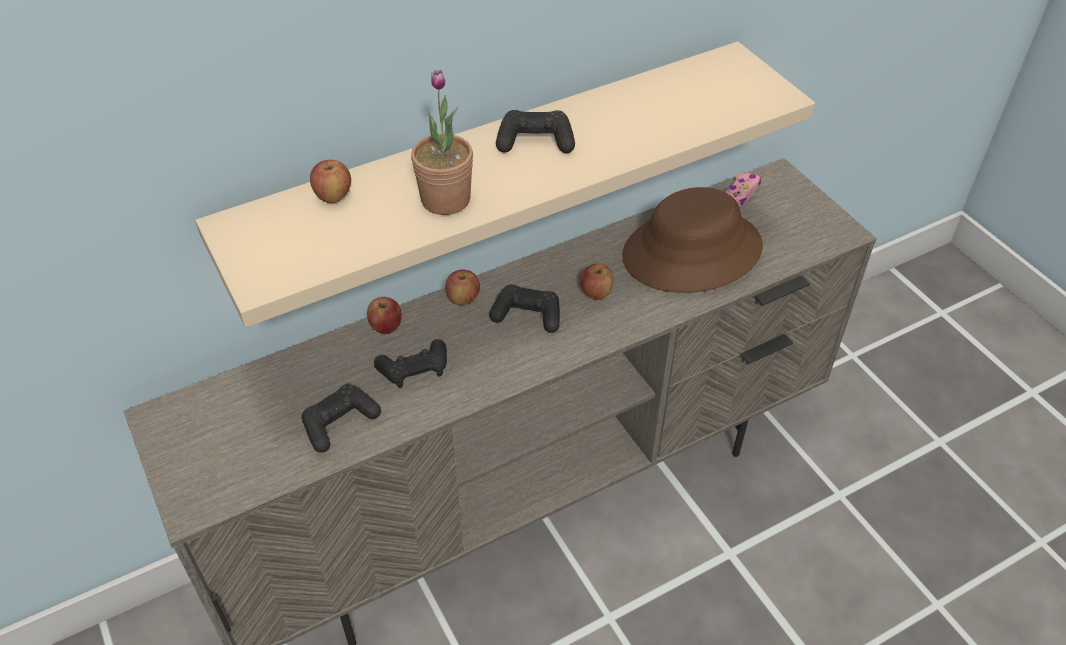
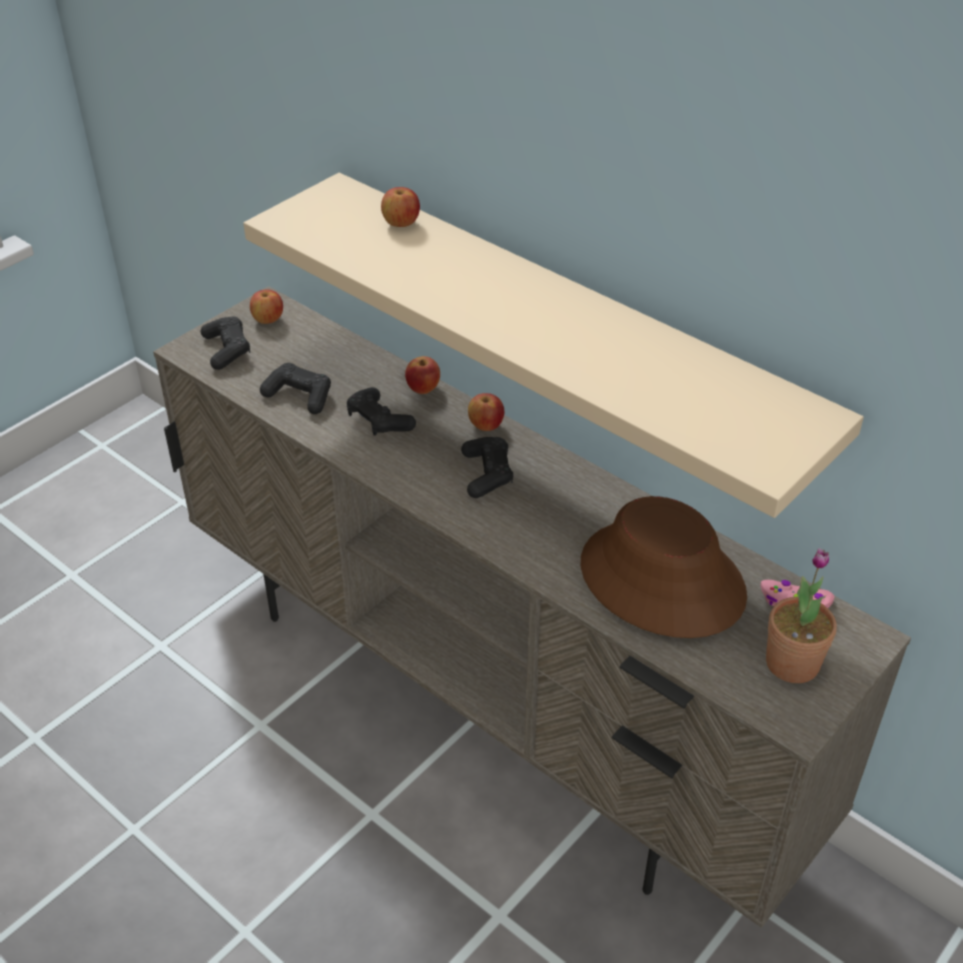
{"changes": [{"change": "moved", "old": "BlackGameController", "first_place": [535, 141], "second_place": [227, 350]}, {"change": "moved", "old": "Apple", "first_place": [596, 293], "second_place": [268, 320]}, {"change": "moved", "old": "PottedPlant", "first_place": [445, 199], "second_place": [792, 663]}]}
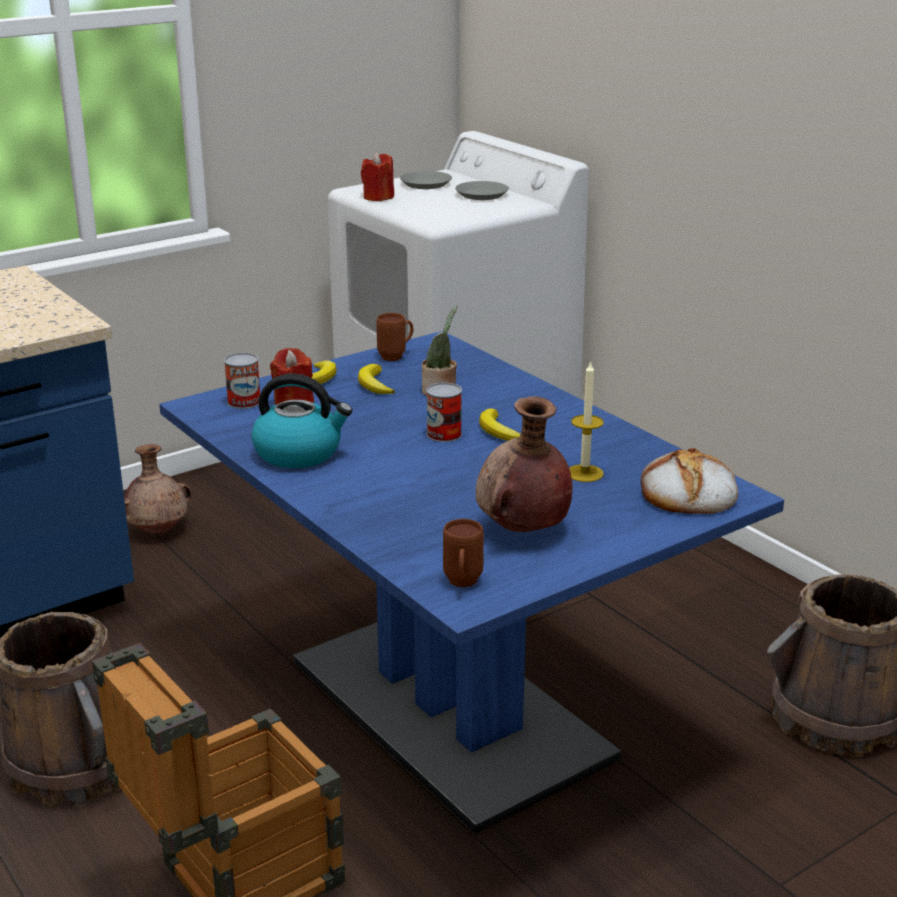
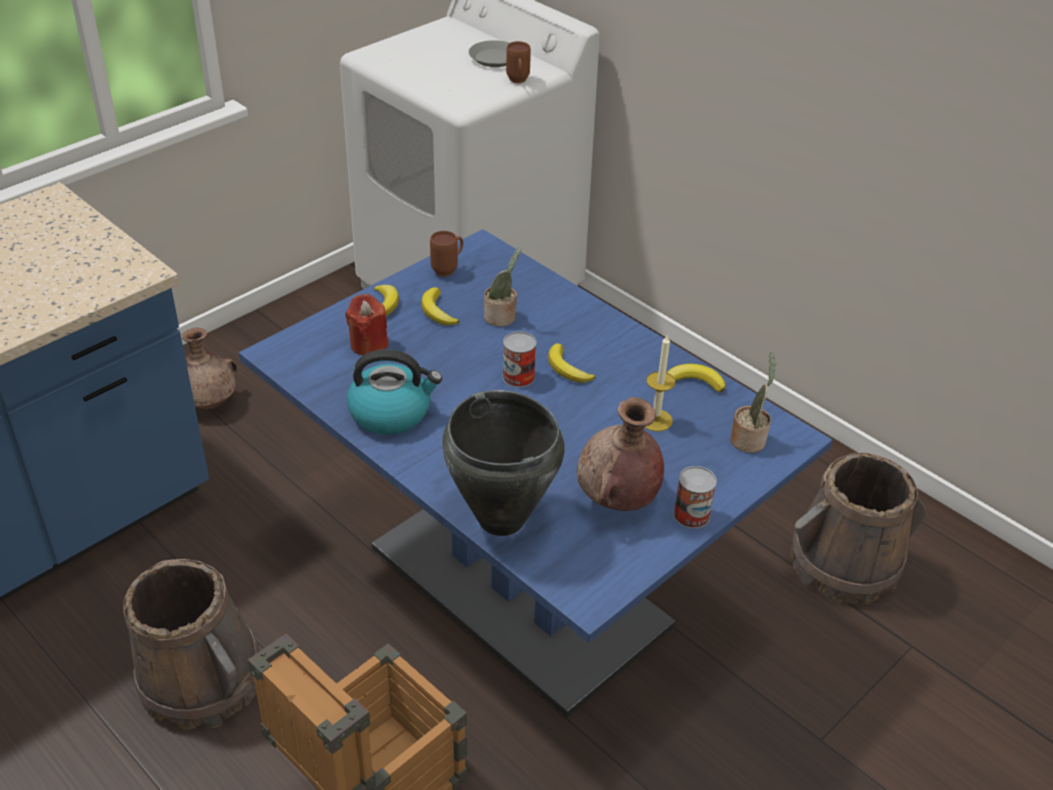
{"changes": [{"change": "added", "new": "BlackCookingPot", "second_place": [501, 520]}, {"change": "moved", "old": "BrownMug", "first_place": [462, 585], "second_place": [518, 82]}, {"change": "added", "new": "Banana", "second_place": [694, 382]}, {"change": "moved", "old": "Can", "first_place": [244, 402], "second_place": [691, 515]}, {"change": "replaced", "old": "Bread", "new": "PottedPlant", "first_place": [687, 493], "second_place": [749, 439]}, {"change": "removed", "old": "RedCandle", "first_place": [378, 197]}, {"change": "removed", "old": "GreyPlate", "first_place": [425, 184]}]}
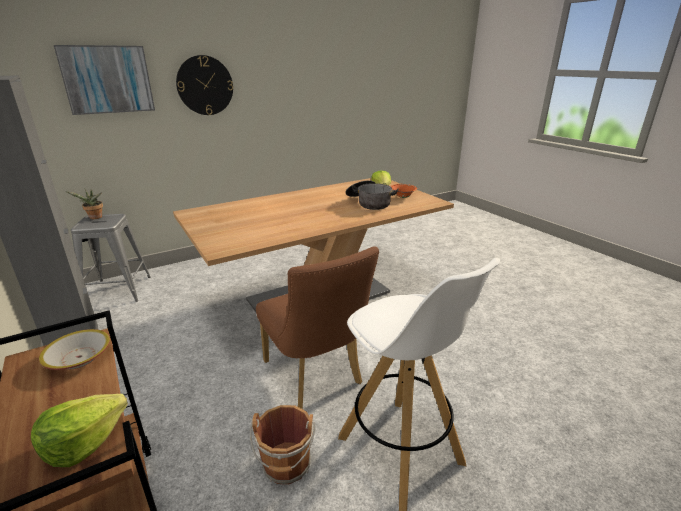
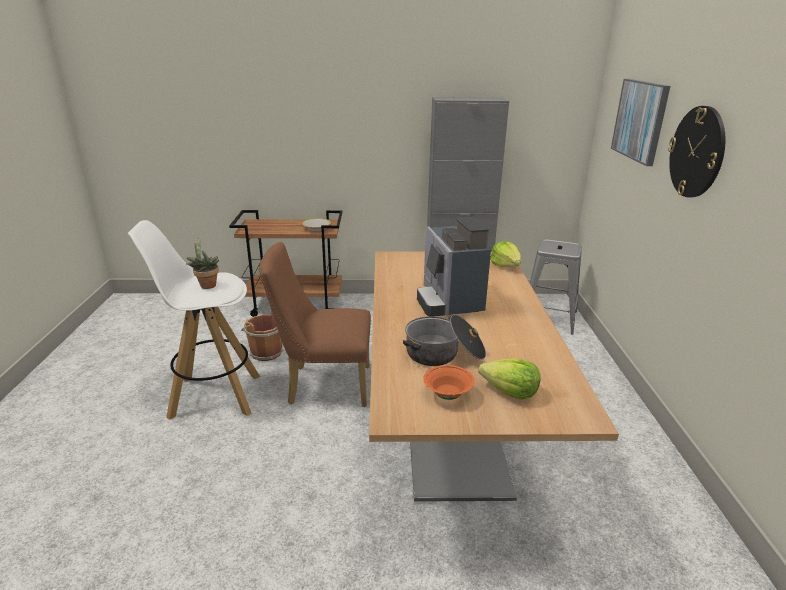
{"changes": [{"change": "moved", "old": "PottedPlant", "first_place": [94, 218], "second_place": [206, 285]}, {"change": "added", "new": "CoffeeMachine", "second_place": [449, 301]}, {"change": "moved", "old": "Lettuce", "first_place": [84, 442], "second_place": [505, 265]}]}
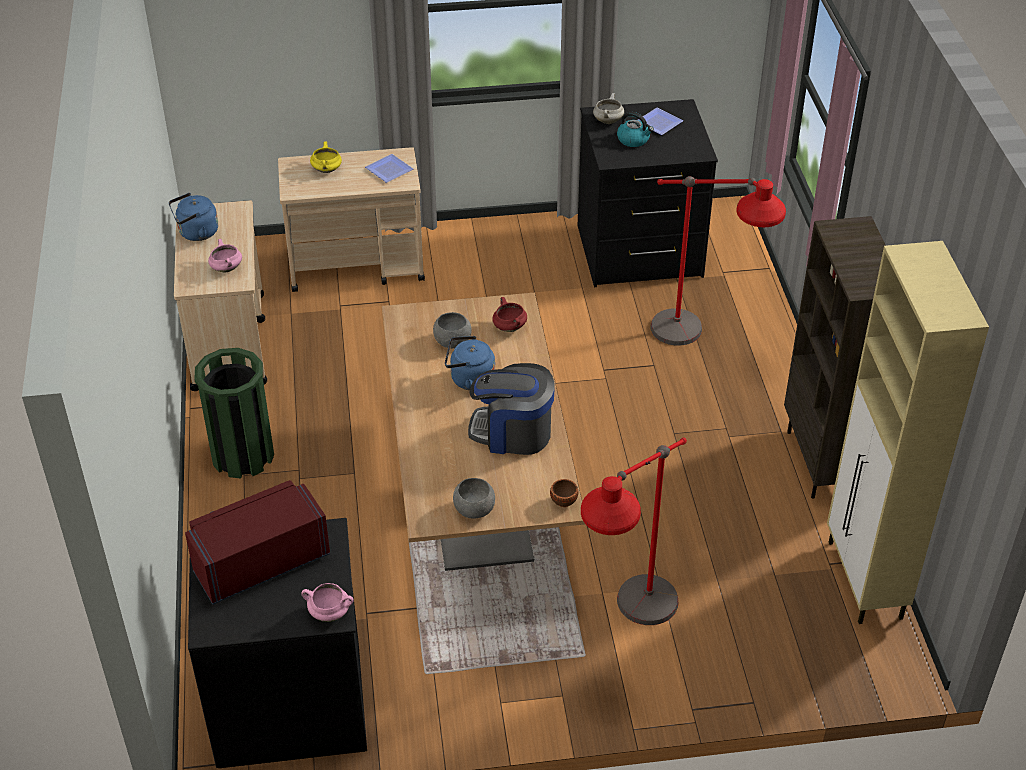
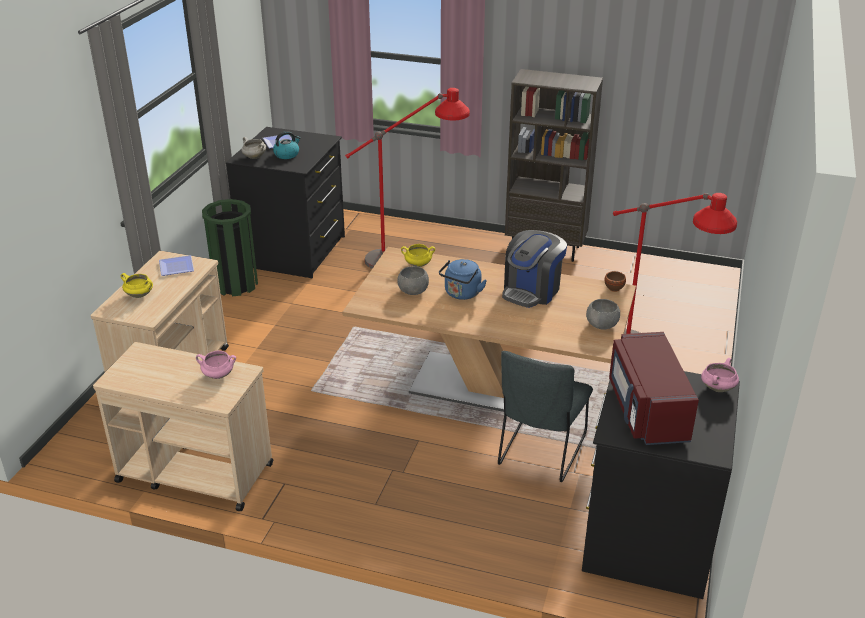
{"changes": [{"change": "moved", "old": "GreenTrashCan", "first_place": [242, 455], "second_place": [235, 284]}, {"change": "recoloured", "old": "RedCookingPot", "new": "YellowCookingPot", "first_place": [509, 327], "second_place": [417, 265]}, {"change": "added", "new": "GreyChair", "second_place": [540, 452]}, {"change": "removed", "old": "BlueKettle", "first_place": [196, 233]}, {"change": "removed", "old": "BeigeCabinet", "first_place": [864, 581]}]}
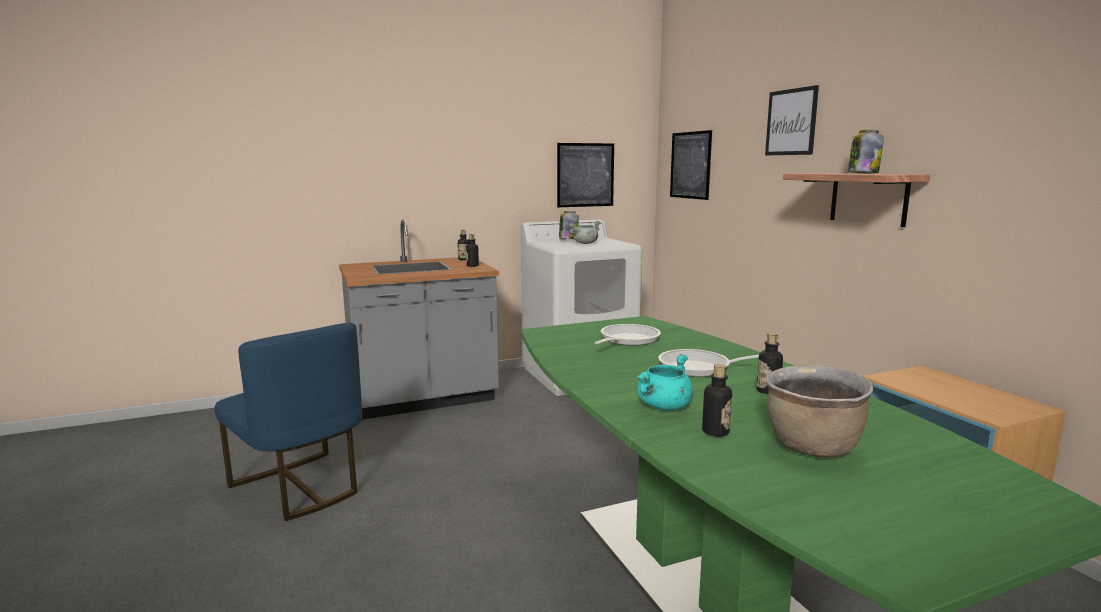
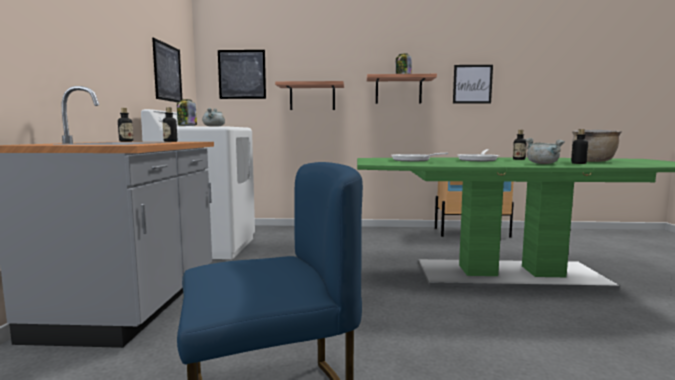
{"changes": [{"change": "added", "new": "Shelf", "second_place": [312, 97]}, {"change": "moved", "old": "Picture", "first_place": [791, 122], "second_place": [472, 84]}, {"change": "recoloured", "old": "TurquoiseCookingPot", "new": "GreyCookingPot", "first_place": [664, 406], "second_place": [543, 164]}]}
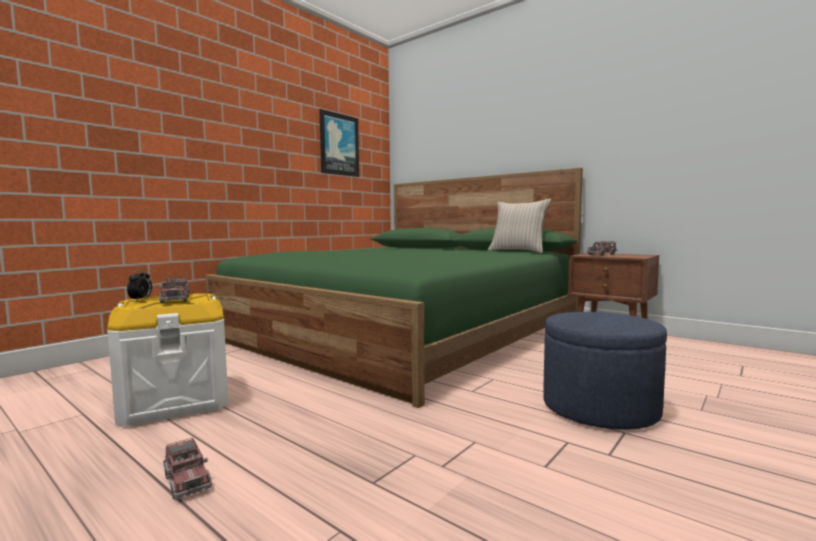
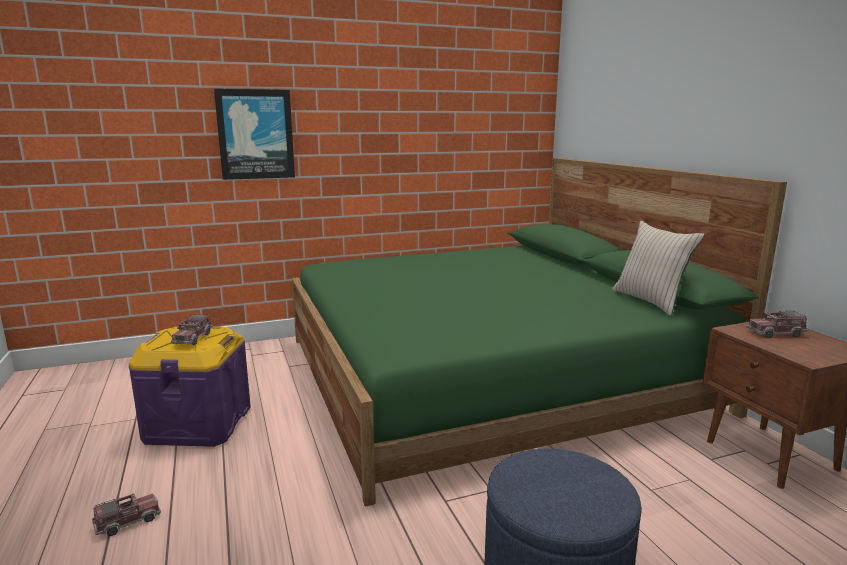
{"changes": [{"change": "turned", "old": "ToyTruck", "first_place": [187, 480], "second_place": [127, 521], "degrees": -120}, {"change": "recoloured", "old": "WhiteStorageBox", "new": "PurpleStorageBox", "first_place": [175, 401], "second_place": [198, 424]}, {"change": "moved", "old": "Picture", "first_place": [339, 144], "second_place": [255, 134]}, {"change": "removed", "old": "AlarmClock", "first_place": [141, 300]}]}
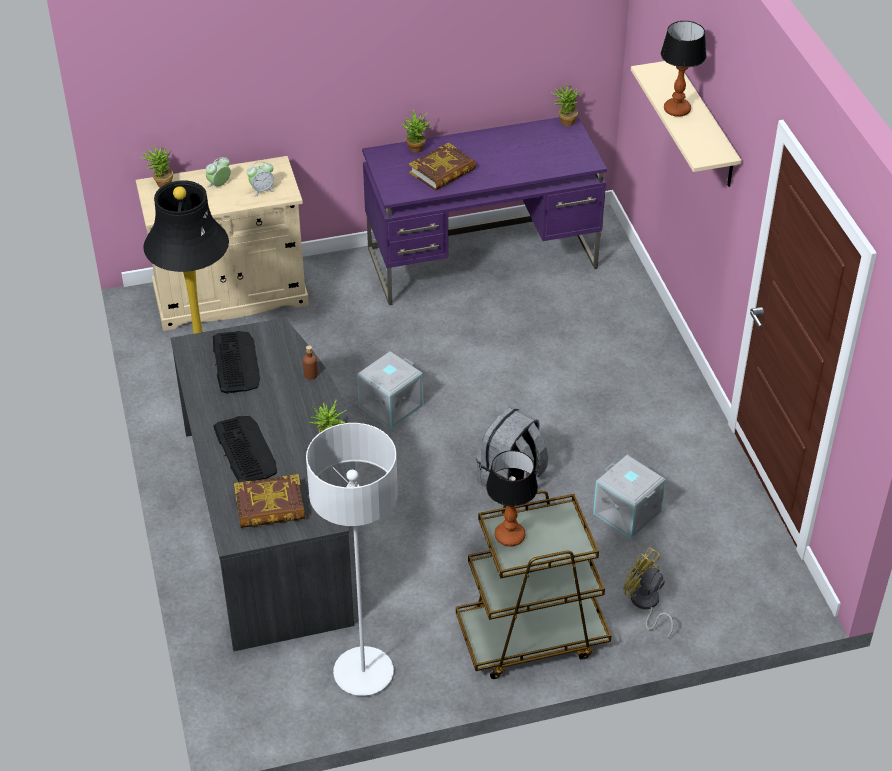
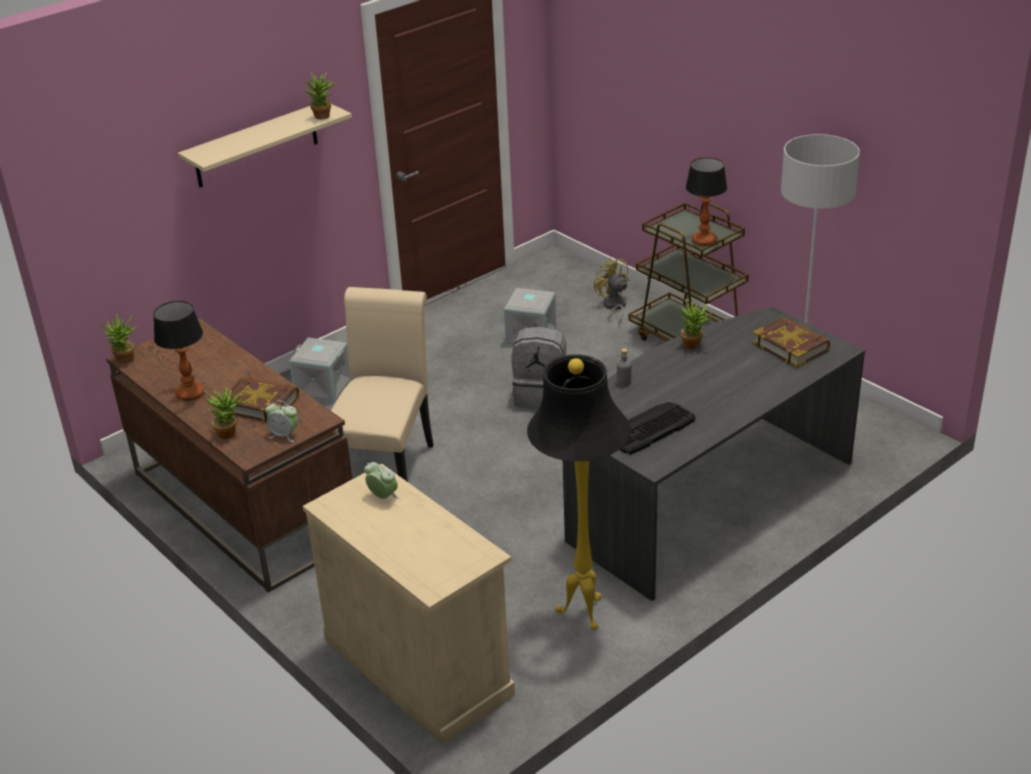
{"changes": [{"change": "recoloured", "old": "PurpleDesk", "new": "BrownDesk", "first_place": [483, 258], "second_place": [243, 506]}, {"change": "moved", "old": "TableLamp", "first_place": [677, 110], "second_place": [191, 393]}, {"change": "moved", "old": "AlarmClock", "first_place": [219, 185], "second_place": [284, 435]}, {"change": "moved", "old": "GreyStorageBox", "first_place": [390, 405], "second_place": [322, 388]}, {"change": "moved", "old": "PottedPlant", "first_place": [161, 184], "second_place": [323, 117]}, {"change": "added", "new": "BeigeChair", "second_place": [386, 465]}, {"change": "turned", "old": "YellowFan", "first_place": [645, 604], "second_place": [613, 307], "degrees": 135}, {"change": "recoloured", "old": "BrownBottle", "new": "GreyBottle", "first_place": [310, 374], "second_place": [623, 382]}, {"change": "removed", "old": "Keyboard", "first_place": [245, 450]}]}
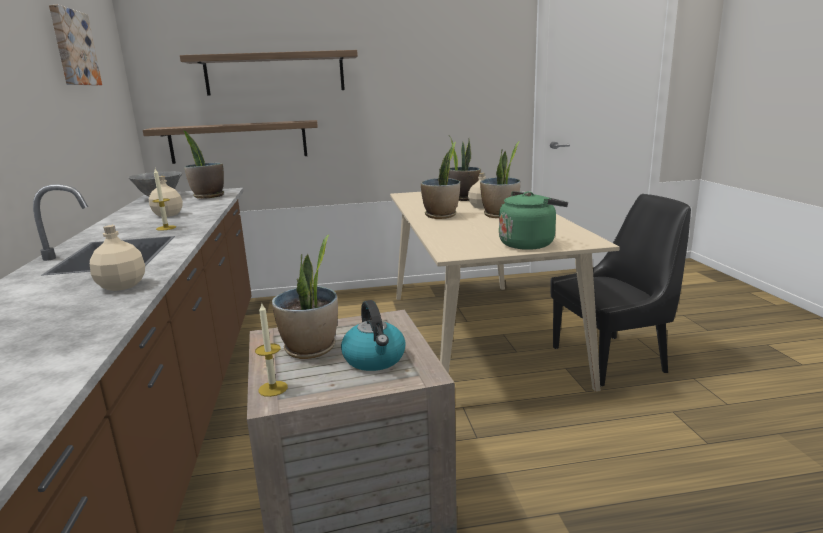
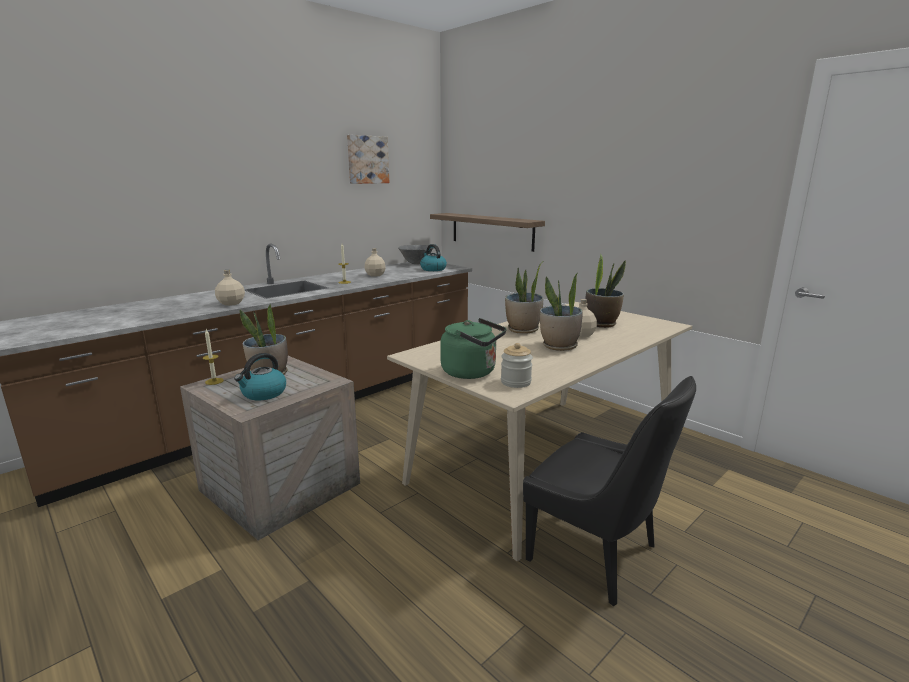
{"changes": [{"change": "replaced", "old": "PottedPlant", "new": "Kettle", "first_place": [208, 196], "second_place": [433, 269]}, {"change": "added", "new": "Jar", "second_place": [515, 382]}, {"change": "removed", "old": "Shelf", "first_place": [275, 73]}]}
